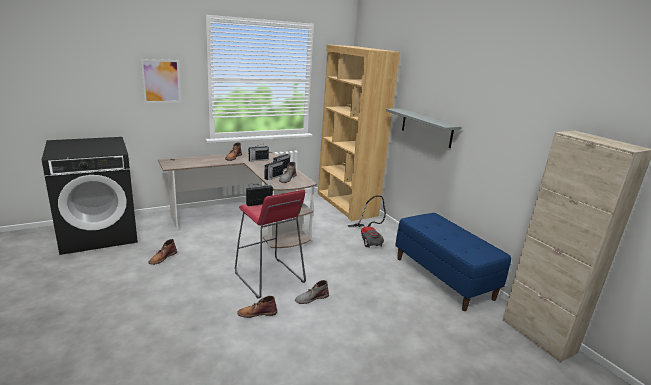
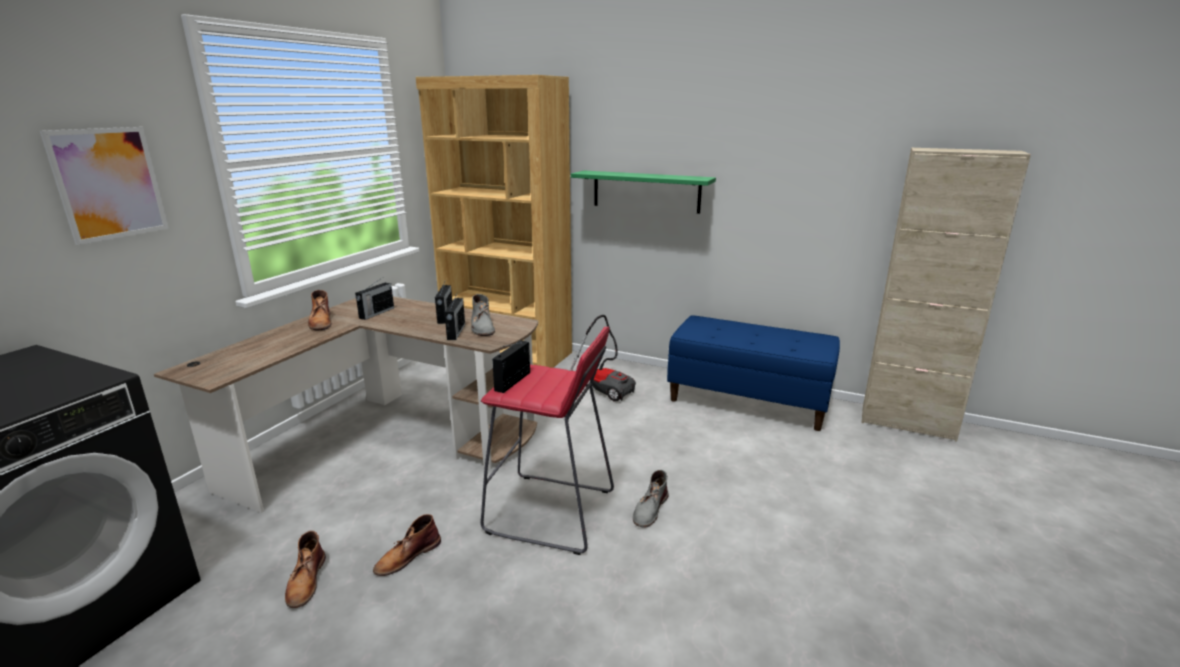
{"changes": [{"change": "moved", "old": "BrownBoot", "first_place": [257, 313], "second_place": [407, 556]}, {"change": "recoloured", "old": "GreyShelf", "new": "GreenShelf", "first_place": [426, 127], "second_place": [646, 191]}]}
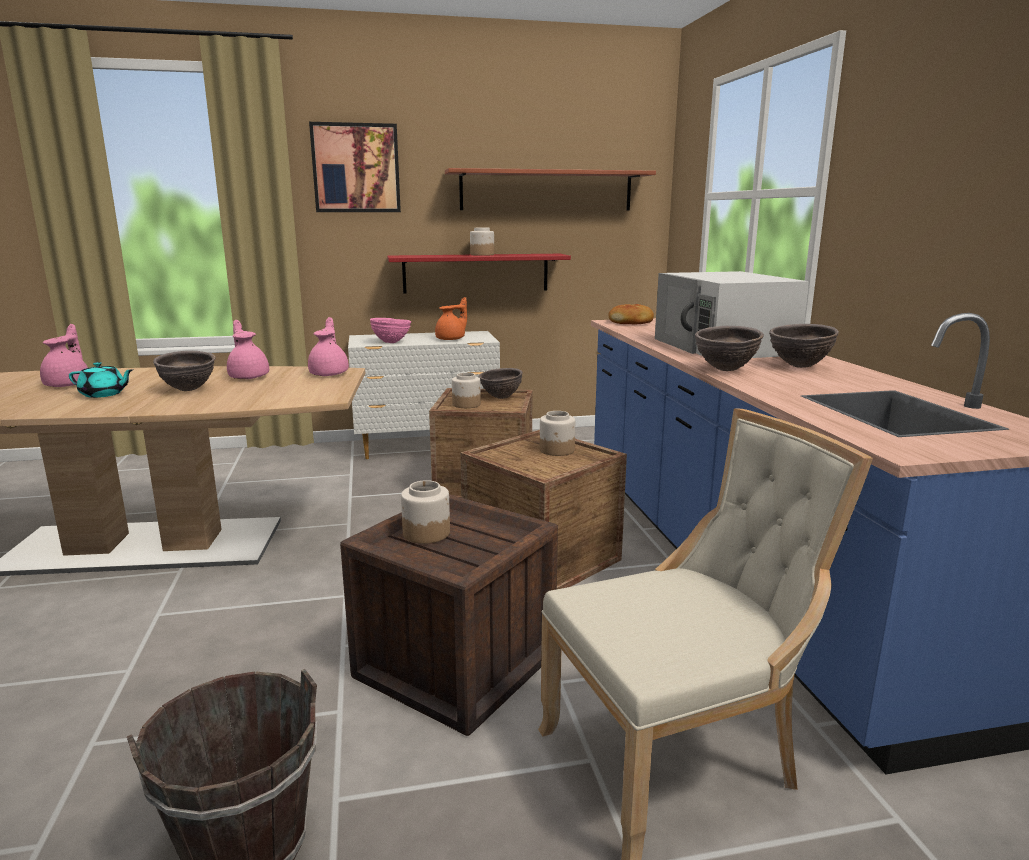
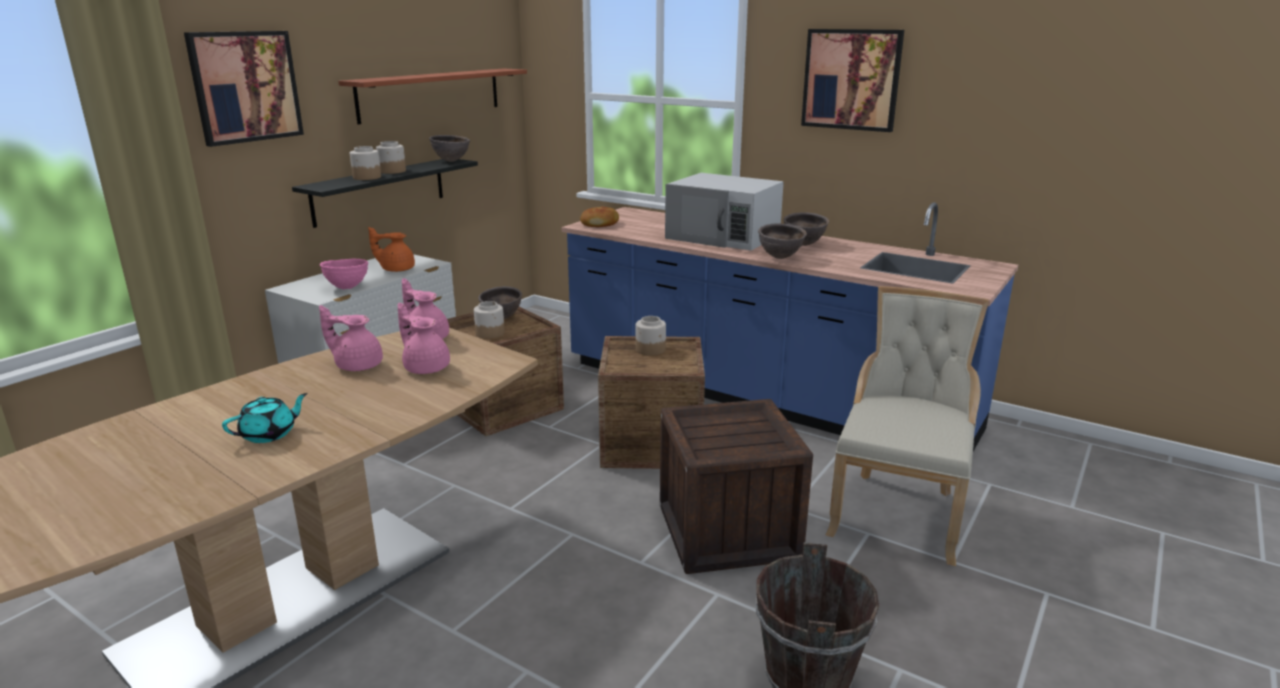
{"changes": [{"change": "recoloured", "old": "RedShelf", "new": "BlackShelf", "first_place": [476, 273], "second_place": [380, 191]}, {"change": "moved", "old": "Jar", "first_place": [426, 533], "second_place": [366, 177]}, {"change": "turned", "old": "OrangeTeapot", "first_place": [452, 339], "second_place": [396, 269], "degrees": -90}, {"change": "moved", "old": "PinkTeapot", "first_place": [69, 384], "second_place": [426, 367]}, {"change": "moved", "old": "BrownBowl", "first_place": [188, 390], "second_place": [451, 161]}, {"change": "added", "new": "Picture", "second_place": [851, 79]}]}
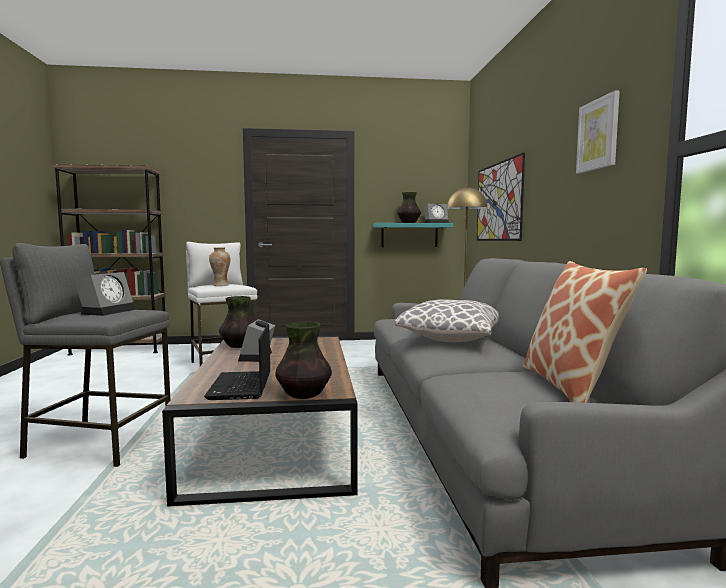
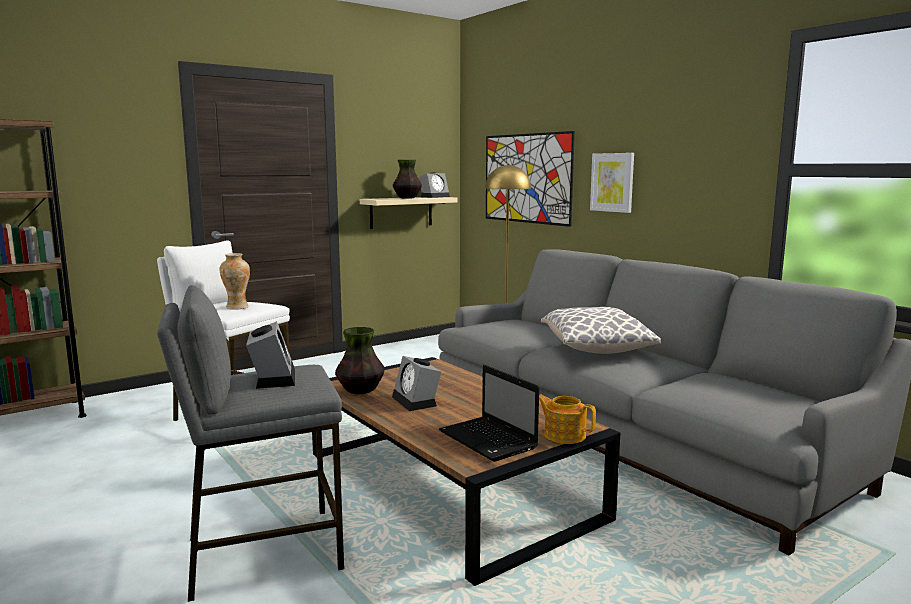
{"changes": [{"change": "recoloured", "old": "TurquoiseShelf", "new": "BeigeShelf", "first_place": [409, 235], "second_place": [401, 212]}, {"change": "replaced", "old": "Vase", "new": "Teapot", "first_place": [304, 395], "second_place": [564, 435]}, {"change": "moved", "old": "Picture", "first_place": [598, 134], "second_place": [612, 182]}, {"change": "removed", "old": "Pillow", "first_place": [571, 386]}]}
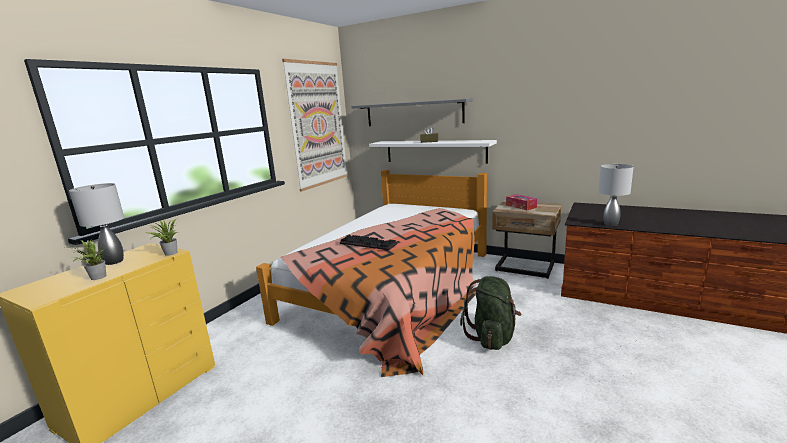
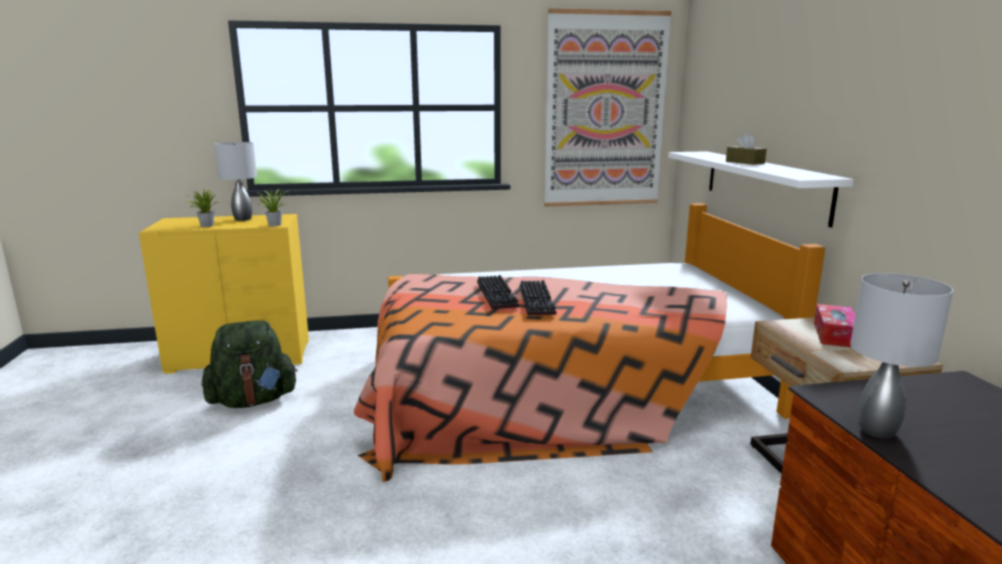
{"changes": [{"change": "moved", "old": "GreenBackpack", "first_place": [492, 337], "second_place": [253, 401]}, {"change": "added", "new": "Keyboard", "second_place": [538, 300]}, {"change": "removed", "old": "GreyShelf", "first_place": [413, 113]}]}
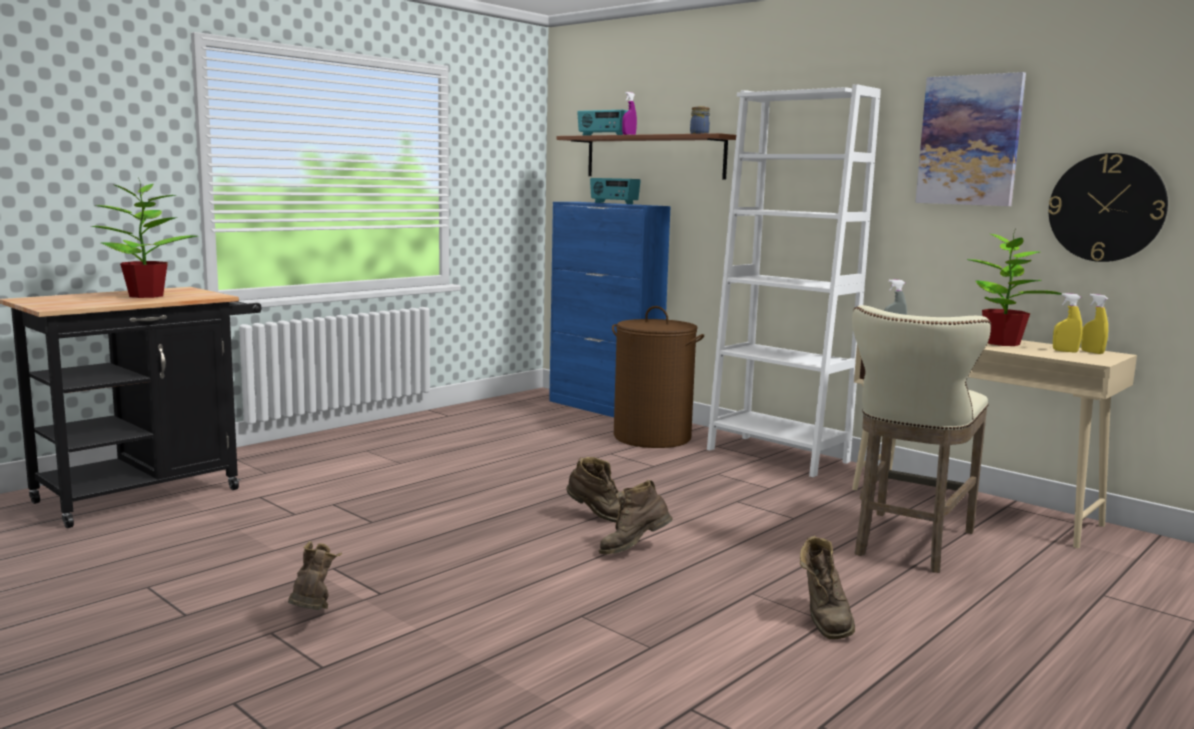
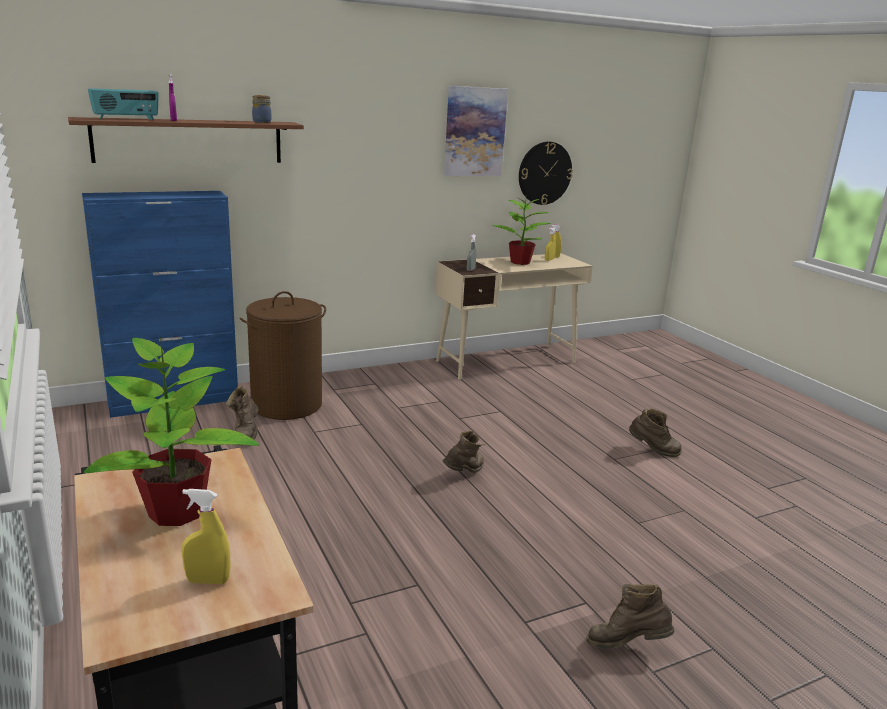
{"changes": [{"change": "added", "new": "YellowSprayBottle", "second_place": [208, 581]}, {"change": "moved", "old": "BrownBoot", "first_place": [633, 549], "second_place": [246, 434]}, {"change": "removed", "old": "Radio", "first_place": [613, 203]}, {"change": "removed", "old": "WhiteBookcase", "first_place": [777, 455]}, {"change": "removed", "old": "BeigeStool", "first_place": [908, 544]}]}
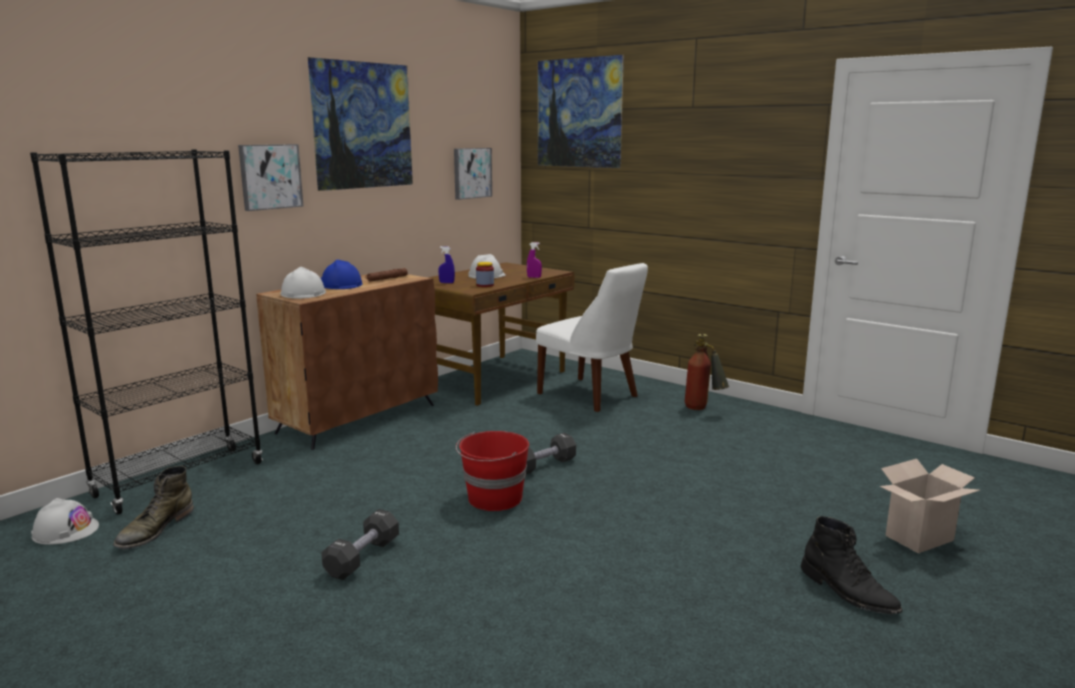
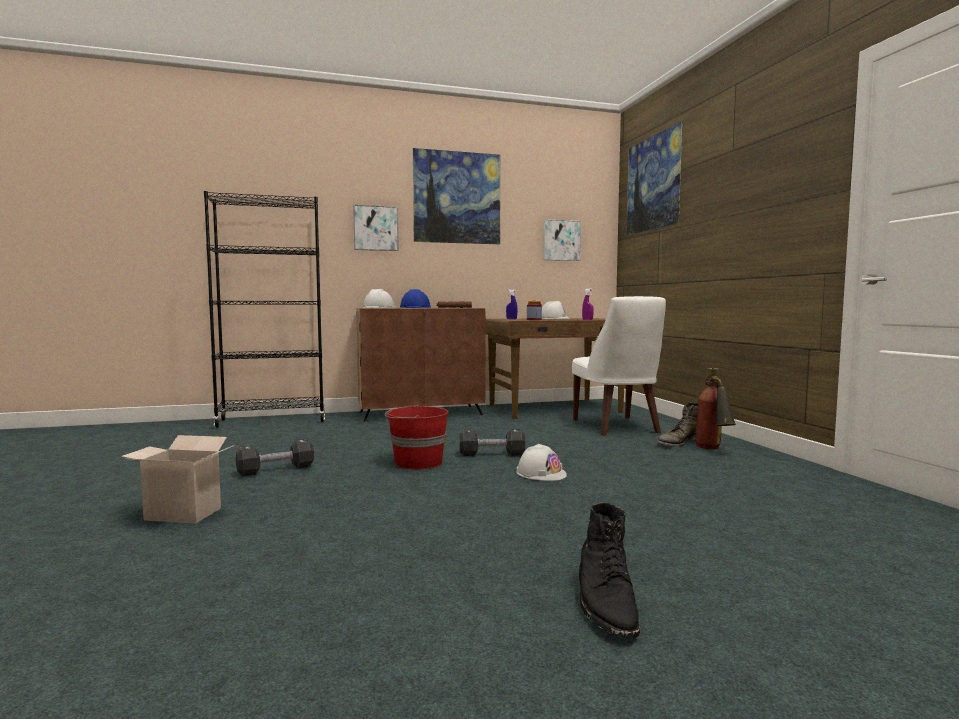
{"changes": [{"change": "moved", "old": "CardboardBox", "first_place": [919, 539], "second_place": [180, 515]}, {"change": "moved", "old": "WhiteHardHat", "first_place": [65, 531], "second_place": [541, 473]}, {"change": "moved", "old": "GreenBoot", "first_place": [155, 529], "second_place": [679, 442]}]}
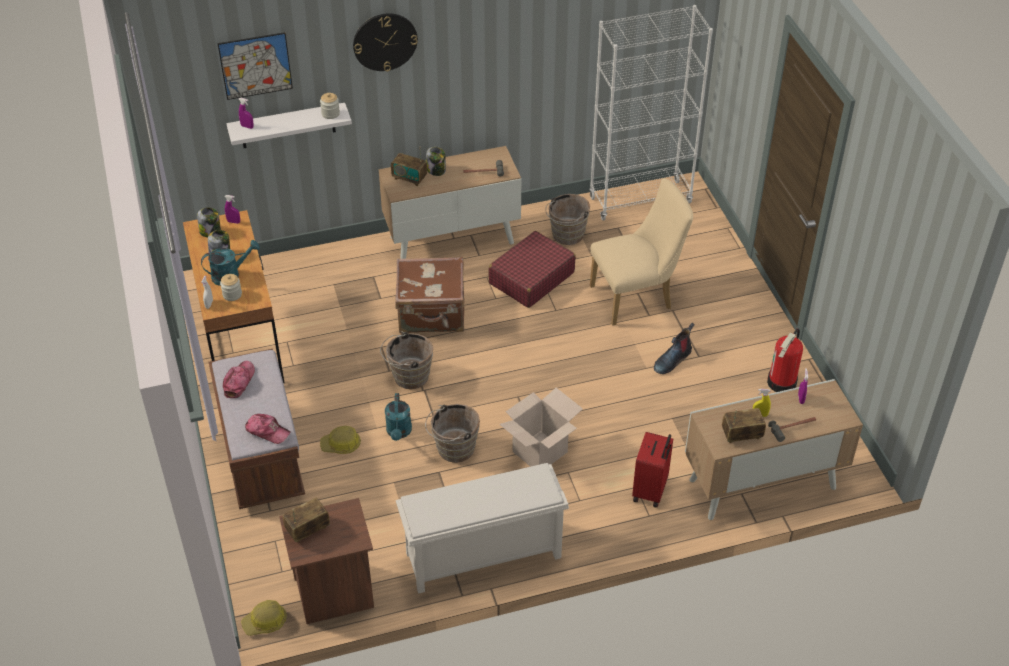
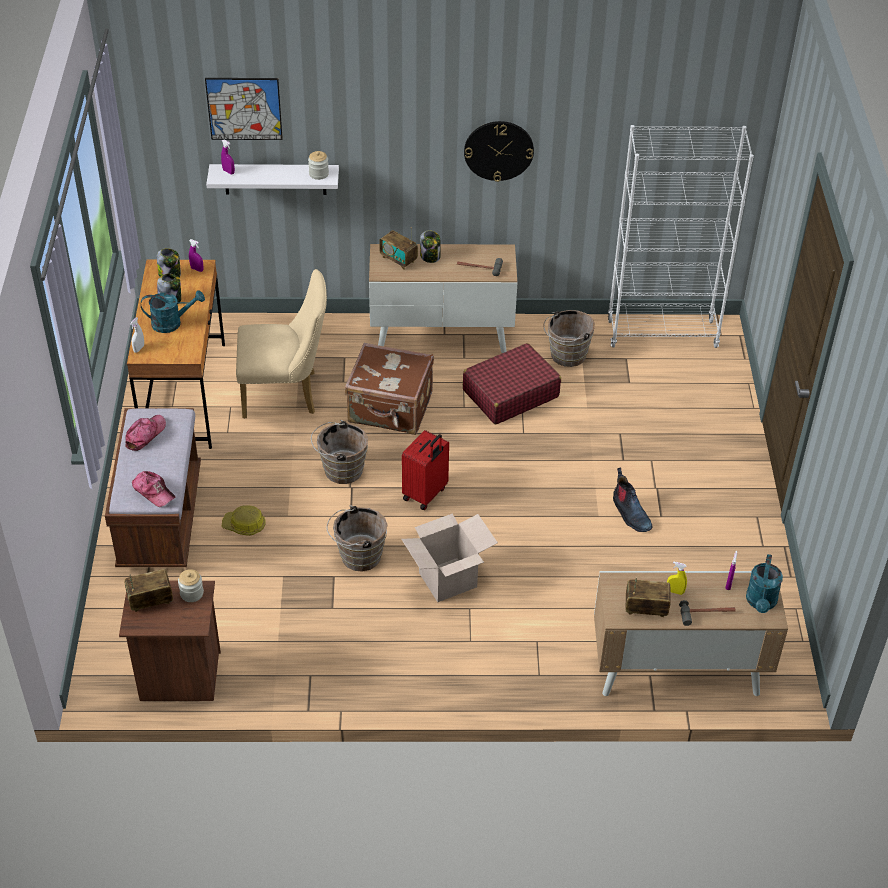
{"changes": [{"change": "moved", "old": "Jar", "first_place": [232, 294], "second_place": [192, 593]}, {"change": "moved", "old": "BeigeChair", "first_place": [637, 297], "second_place": [286, 394]}, {"change": "moved", "old": "RedSuitcase", "first_place": [651, 491], "second_place": [425, 494]}, {"change": "moved", "old": "WallClock", "first_place": [385, 41], "second_place": [498, 150]}, {"change": "turned", "old": "Boot", "first_place": [672, 360], "second_place": [630, 513], "degrees": -90}, {"change": "moved", "old": "TurquoiseWateringCan", "first_place": [399, 432], "second_place": [761, 603]}, {"change": "removed", "old": "HardHat", "first_place": [265, 622]}, {"change": "removed", "old": "WhiteShoeRack", "first_place": [482, 556]}, {"change": "removed", "old": "FireExtinguisher", "first_place": [782, 383]}]}
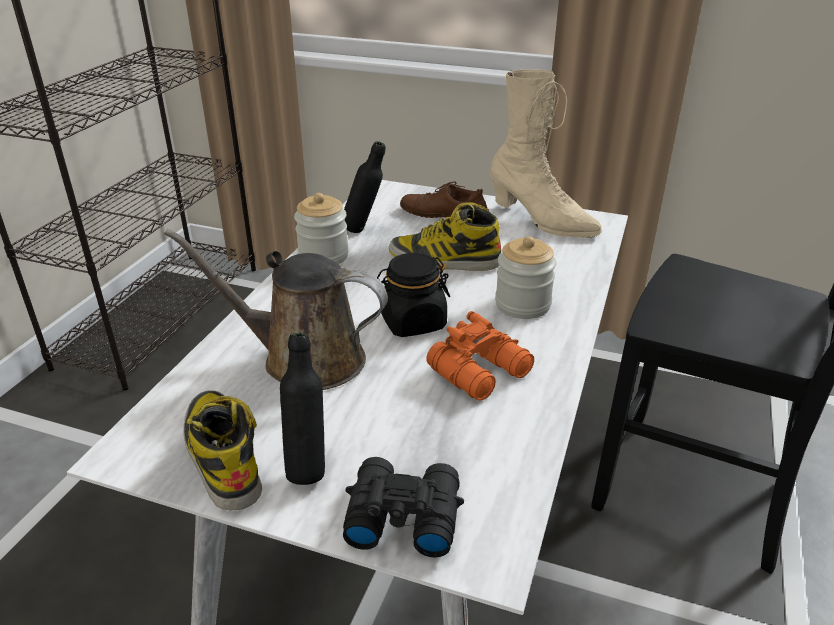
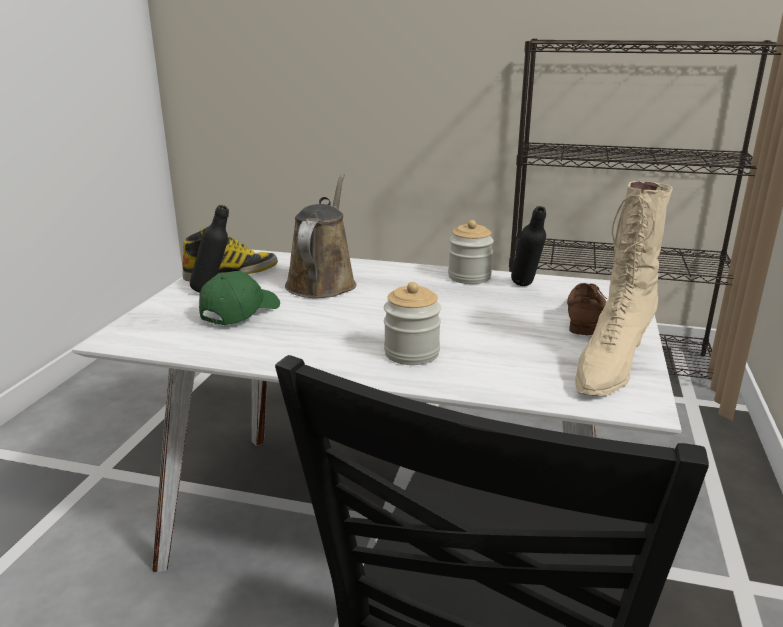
{"changes": [{"change": "added", "new": "GreenCap", "second_place": [240, 312]}, {"change": "removed", "old": "BlackBinoculars", "first_place": [401, 515]}, {"change": "removed", "old": "BlackJar", "first_place": [412, 322]}, {"change": "removed", "old": "Boot", "first_place": [444, 260]}, {"change": "removed", "old": "OrangeBinoculars", "first_place": [482, 372]}]}
